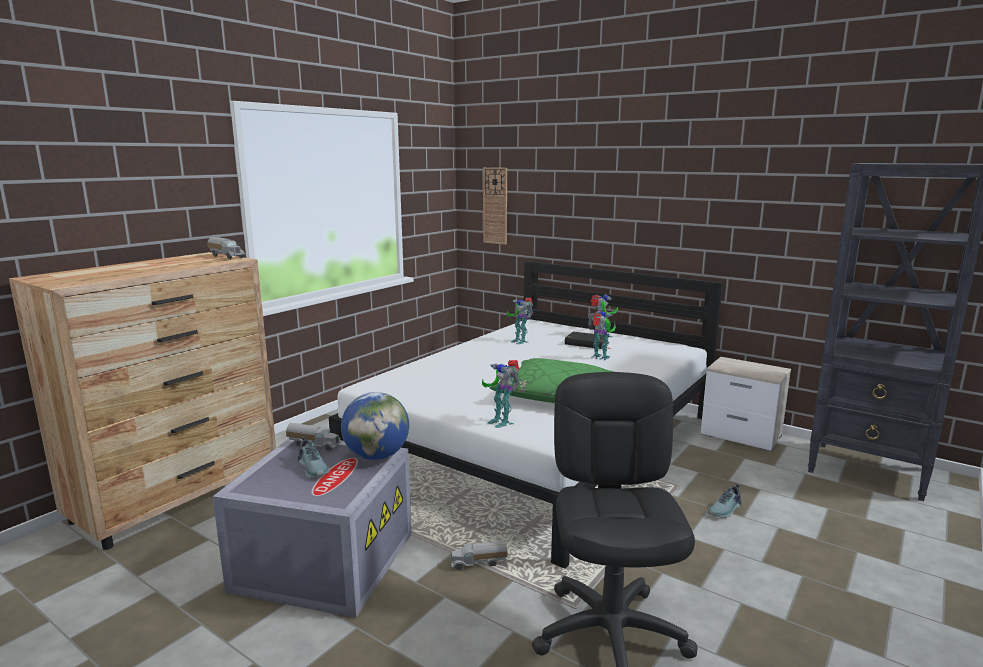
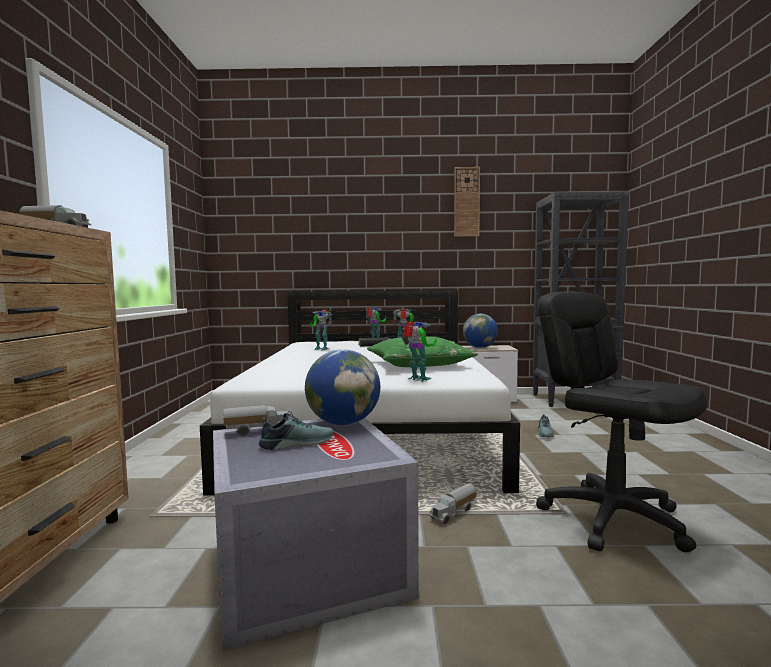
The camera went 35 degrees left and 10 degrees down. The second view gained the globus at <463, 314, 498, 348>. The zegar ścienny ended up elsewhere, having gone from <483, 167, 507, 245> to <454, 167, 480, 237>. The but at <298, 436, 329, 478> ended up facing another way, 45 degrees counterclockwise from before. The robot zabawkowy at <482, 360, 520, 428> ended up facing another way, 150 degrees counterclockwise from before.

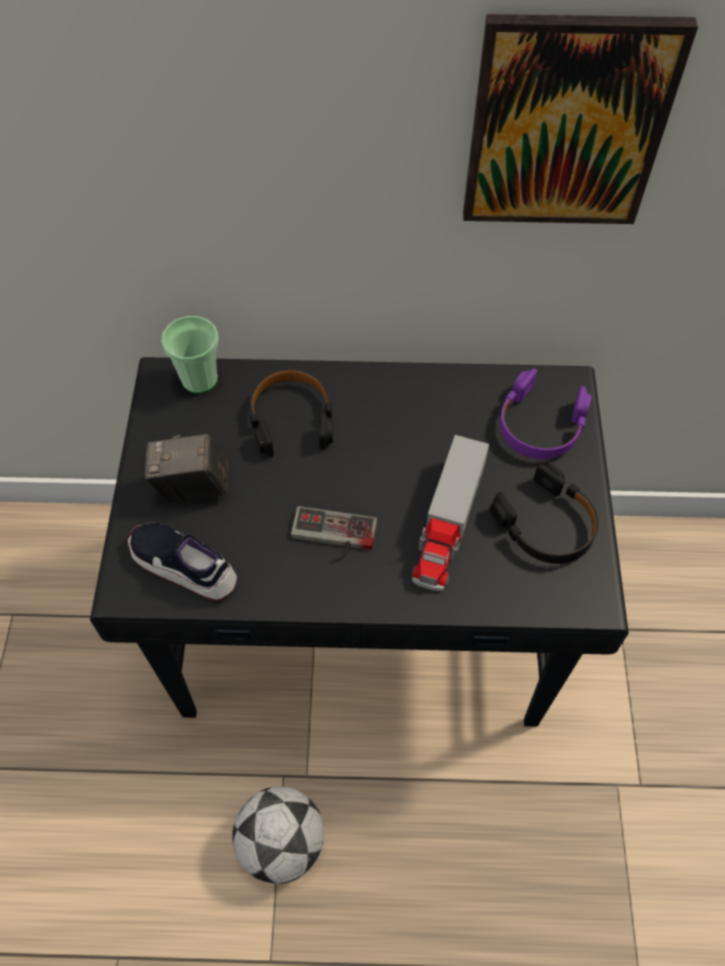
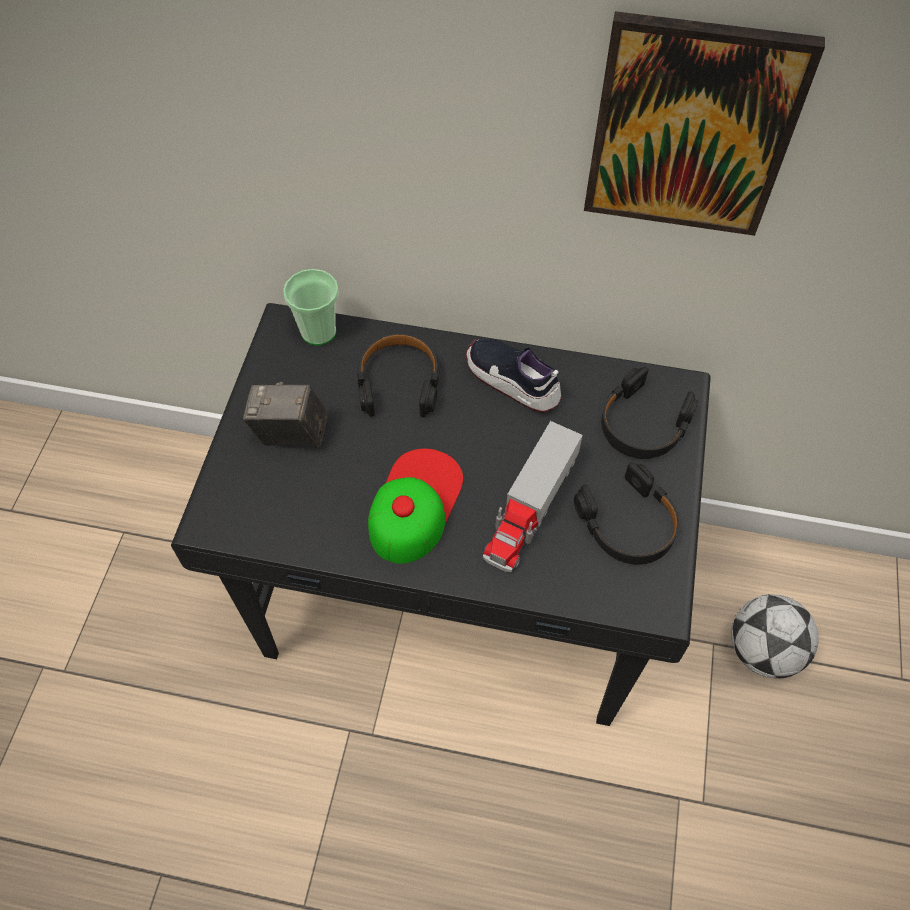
The camera went 10 degrees right and 0 degrees up. The but ended up elsewhere, having gone from <127, 523, 238, 601> to <466, 339, 562, 413>. The piłka futbolowa ended up elsewhere, having gone from <232, 786, 324, 884> to <731, 594, 819, 679>. Where the pad do gier stood at <291, 506, 377, 562>, the czapka z daszkiem came to stand at <368, 449, 463, 564>. What was the słuchawki (fioletowy) at <500, 368, 591, 459> turned into the słuchawki (czarny) at <601, 367, 699, 459>.

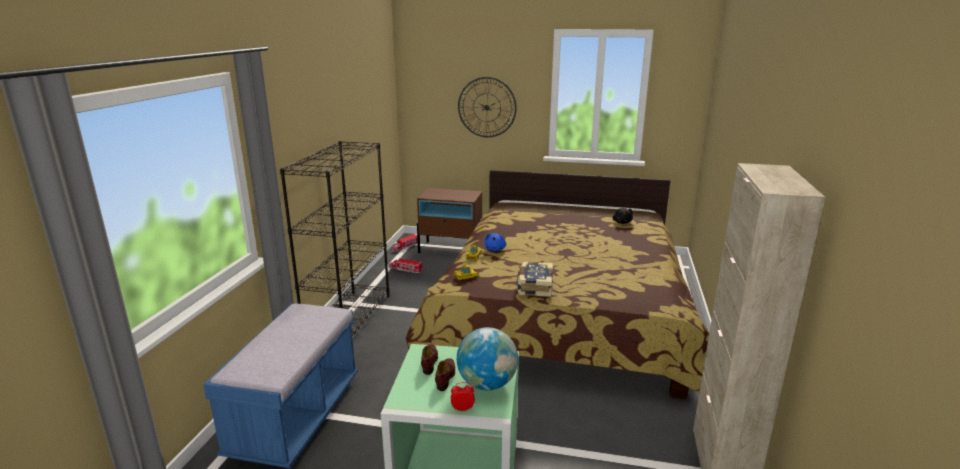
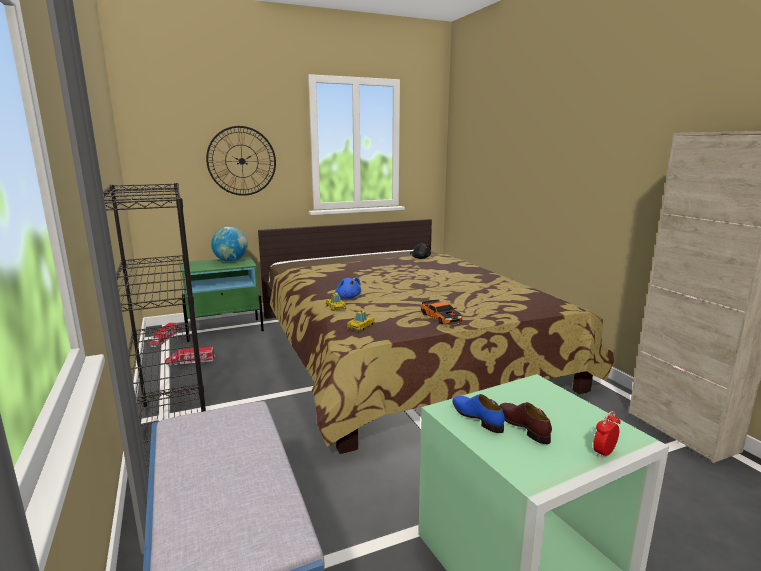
The camera went 35 degrees left and 5 degrees down. The globus ended up elsewhere, having gone from <457, 327, 518, 390> to <211, 227, 248, 262>. Where the książka stood at <517, 262, 553, 297>, the samochodzik came to stand at <421, 300, 463, 325>. What was the szafka nocna (brązowy) at <417, 188, 482, 253> turned into the szafka nocna (zielony) at <181, 257, 264, 342>. What was the but (brązowy) at <421, 344, 438, 375> turned into the but (niebieski) at <452, 394, 505, 433>.

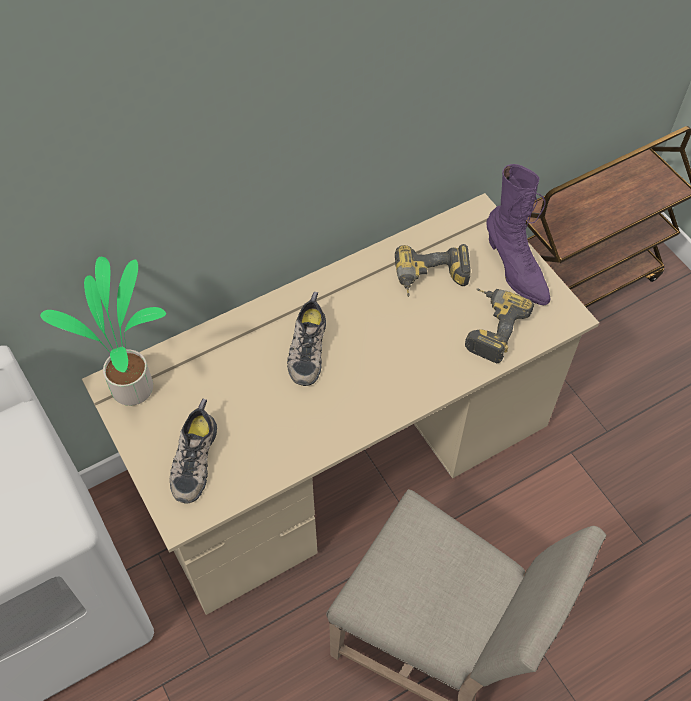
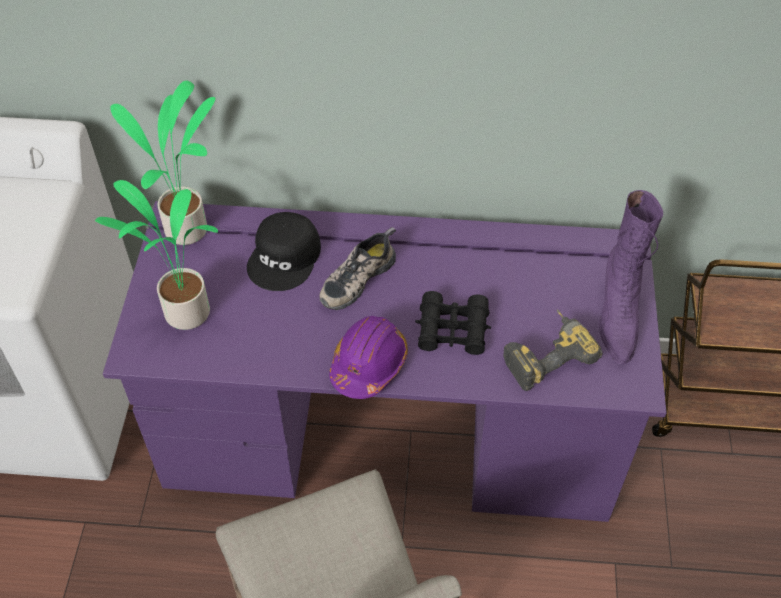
The camera went 35 degrees right and 5 degrees down. The second view lost the wiertarka at <395, 244, 471, 297>. The second view gained the czapka z daszkiem (czarny) at <247, 212, 321, 291>. The second view gained the kask (fioletowy) at <329, 316, 408, 399>. The second view gained the lornetka (czarny) at <415, 291, 491, 355>. Where the but stood at <170, 399, 217, 503>, the roślina doniczkowa came to stand at <95, 180, 218, 330>. What was the biurko (beżowy) at <82, 193, 599, 615> turned into the biurko (fioletowy) at <103, 201, 667, 522>.

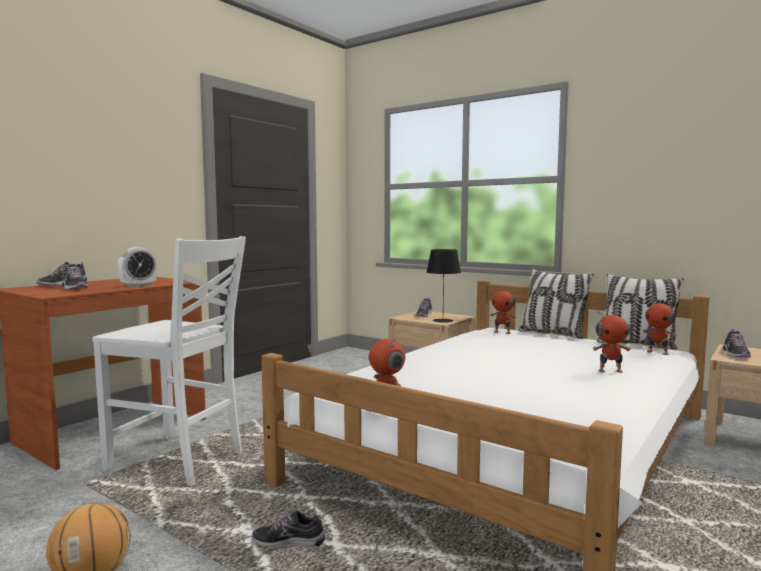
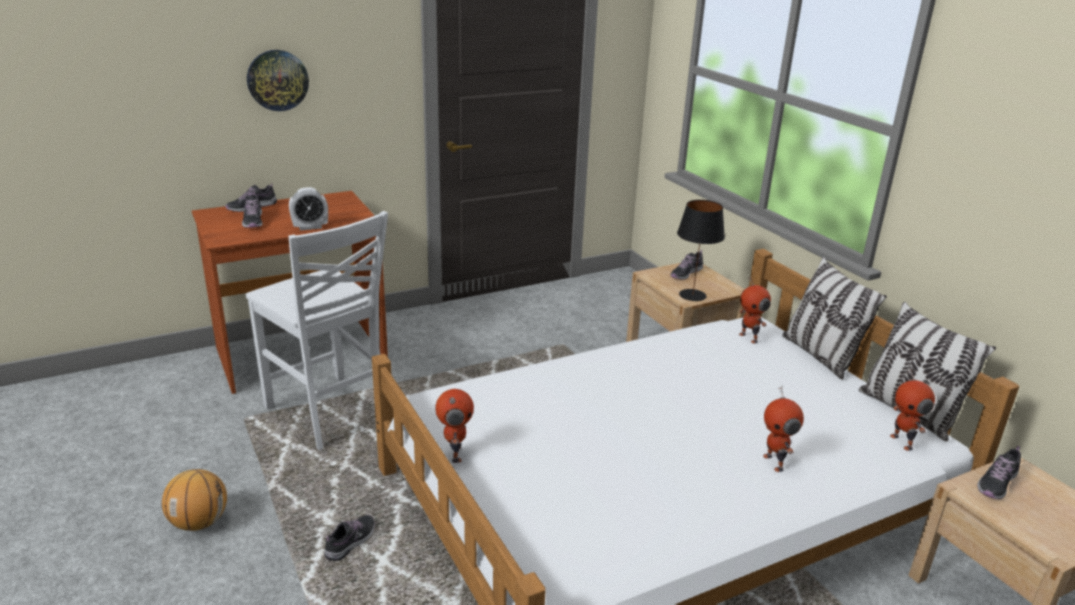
The camera went 25 degrees right and 20 degrees up. The second view gained the zegar ścienny at <247, 50, 309, 111>. The but at <252, 511, 325, 547> ended up facing another way, 90 degrees clockwise from before. The robot zabawkowy at <593, 311, 630, 373> ended up facing another way, 45 degrees clockwise from before.

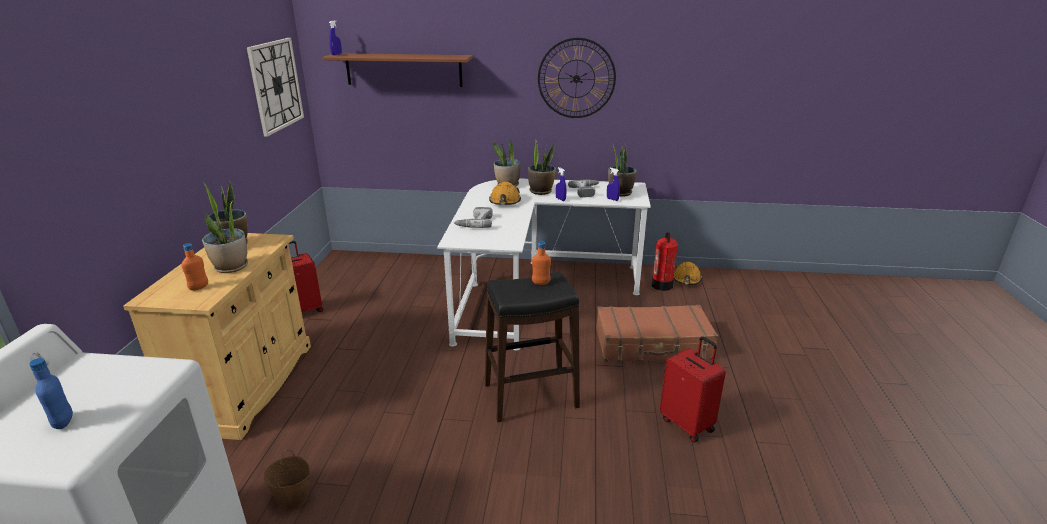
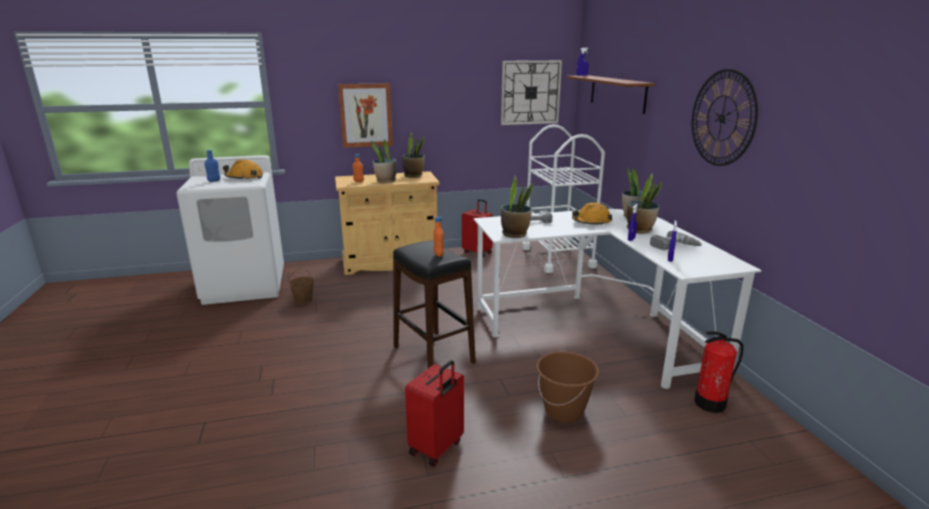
The camera went 70 degrees right and 5 degrees down. The second view gained the obraz at <338, 83, 393, 148>. The second view gained the wózek (biały) at <522, 124, 605, 273>. The roślina doniczkowa ended up elsewhere, having gone from <608, 142, 637, 197> to <501, 176, 533, 238>. The kask (pomarańczowy) ended up elsewhere, having gone from <674, 262, 702, 285> to <223, 160, 263, 180>. Where the walizka (brązowy) stood at <596, 305, 718, 362>, the wiadro (brązowy) came to stand at <536, 351, 599, 422>.

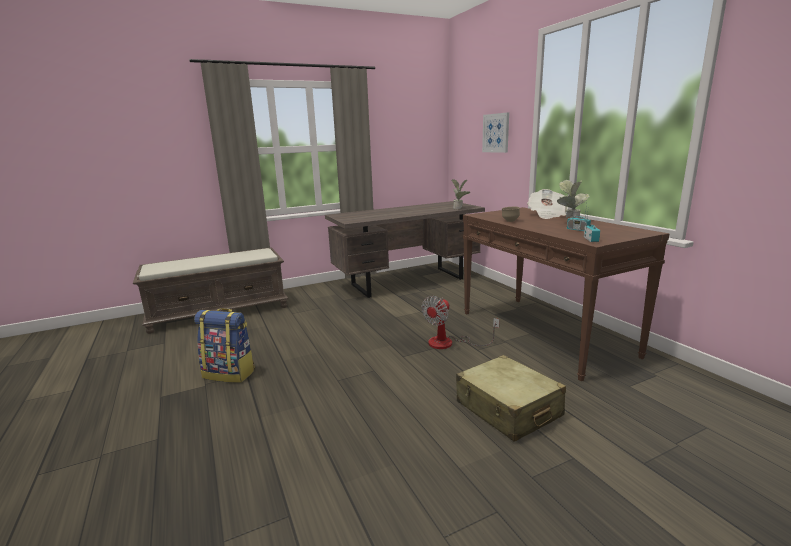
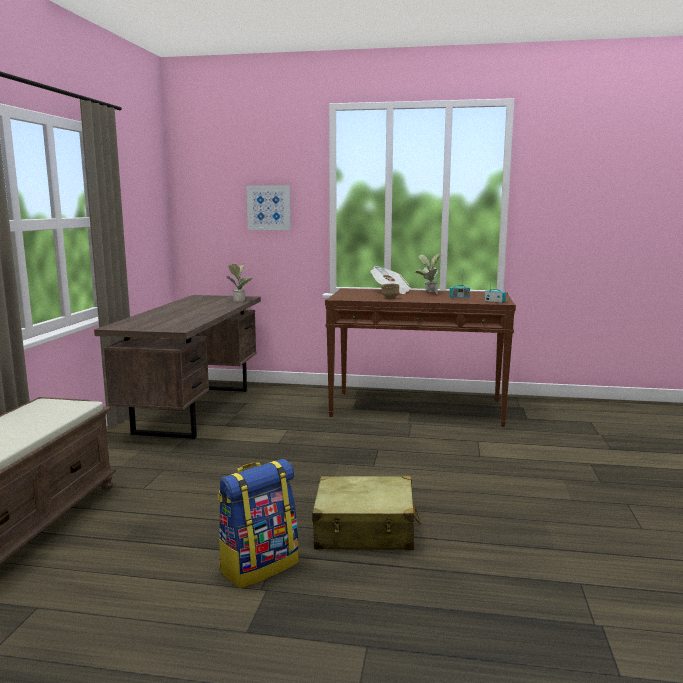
The camera went 55 degrees left and 5 degrees down. The second view lost the wentylator at <422, 296, 499, 349>. The walizka (beżowy) ended up elsewhere, having gone from <456, 355, 566, 442> to <312, 476, 421, 550>.

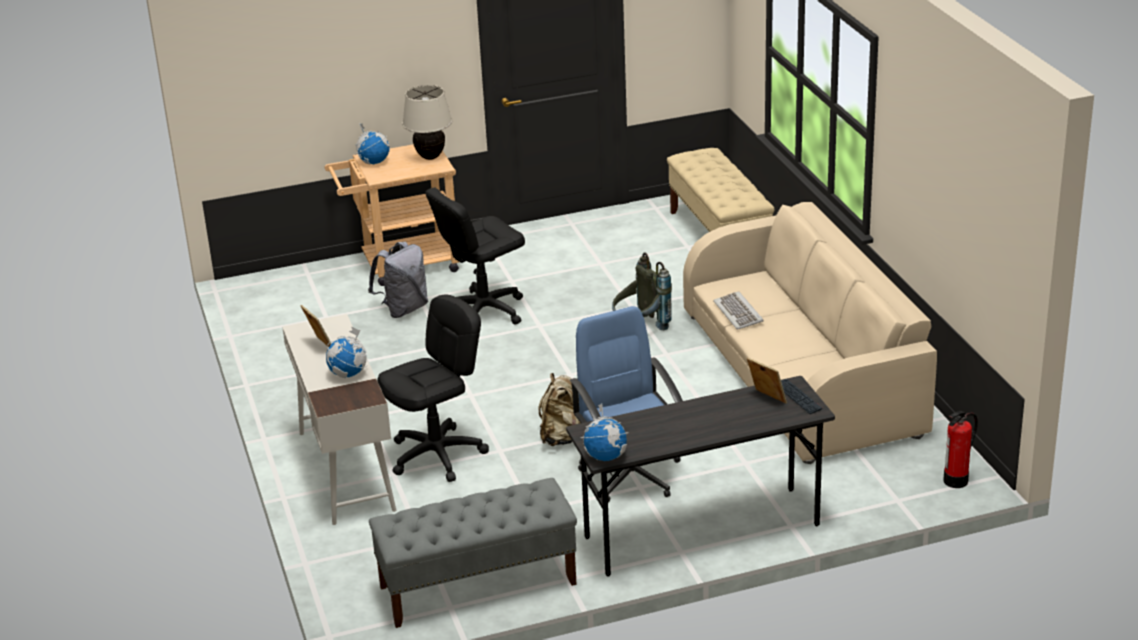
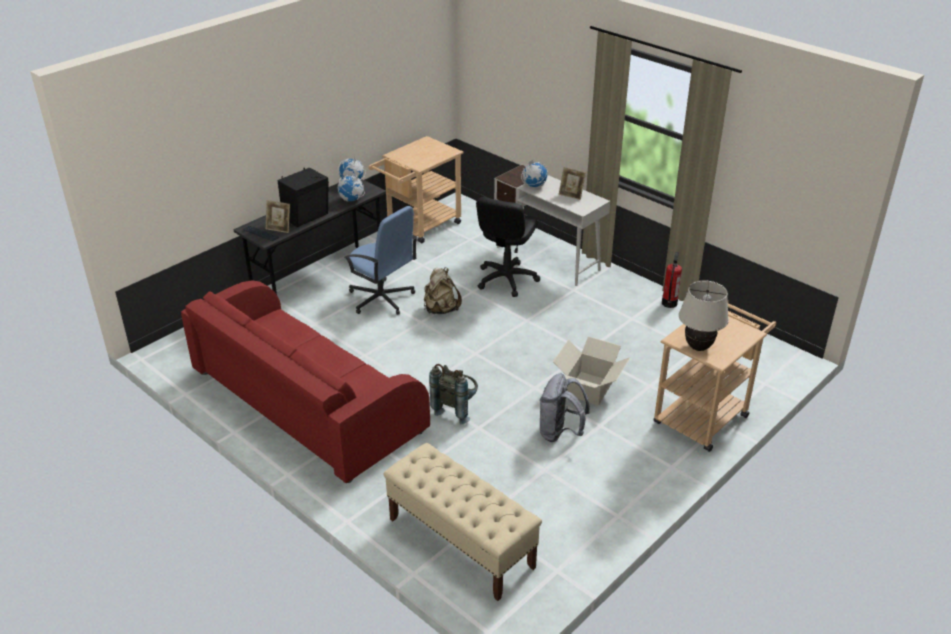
The camera went 150 degrees right and 5 degrees up. The second view lost the klawiatura at <713, 291, 764, 330>. The second view gained the głośnik (czarny) at <277, 167, 329, 227>. The globus ended up elsewhere, having gone from <355, 123, 390, 164> to <338, 170, 364, 202>. The plecak (szary) ended up elsewhere, having gone from <368, 242, 428, 318> to <540, 374, 590, 442>. The gaśnica ended up elsewhere, having gone from <943, 411, 978, 488> to <662, 252, 682, 308>. Where the ławka (szary) stood at <369, 478, 577, 628>, the wózek (beżowy) came to stand at <369, 136, 464, 243>. Where the krzesło biurowe (czarny) stood at <425, 187, 525, 324>, the karton came to stand at <553, 336, 630, 405>. What was the kanapa (beżowy) at <683, 202, 937, 464> turned into the kanapa (czerwony) at <181, 280, 430, 483>.

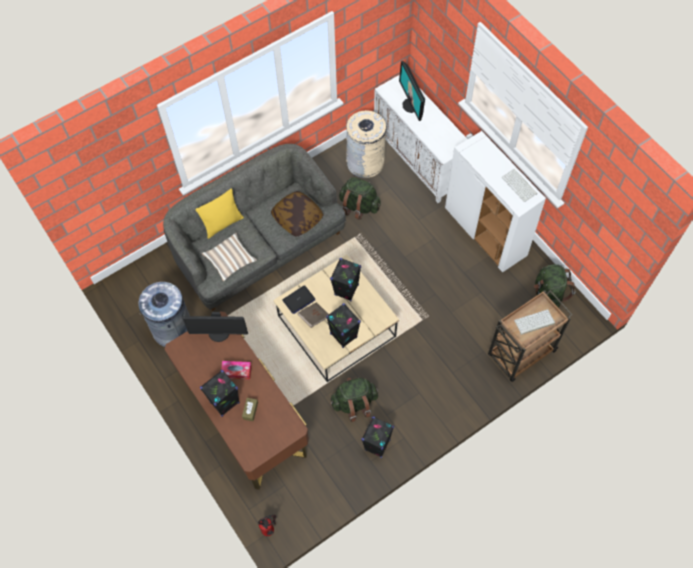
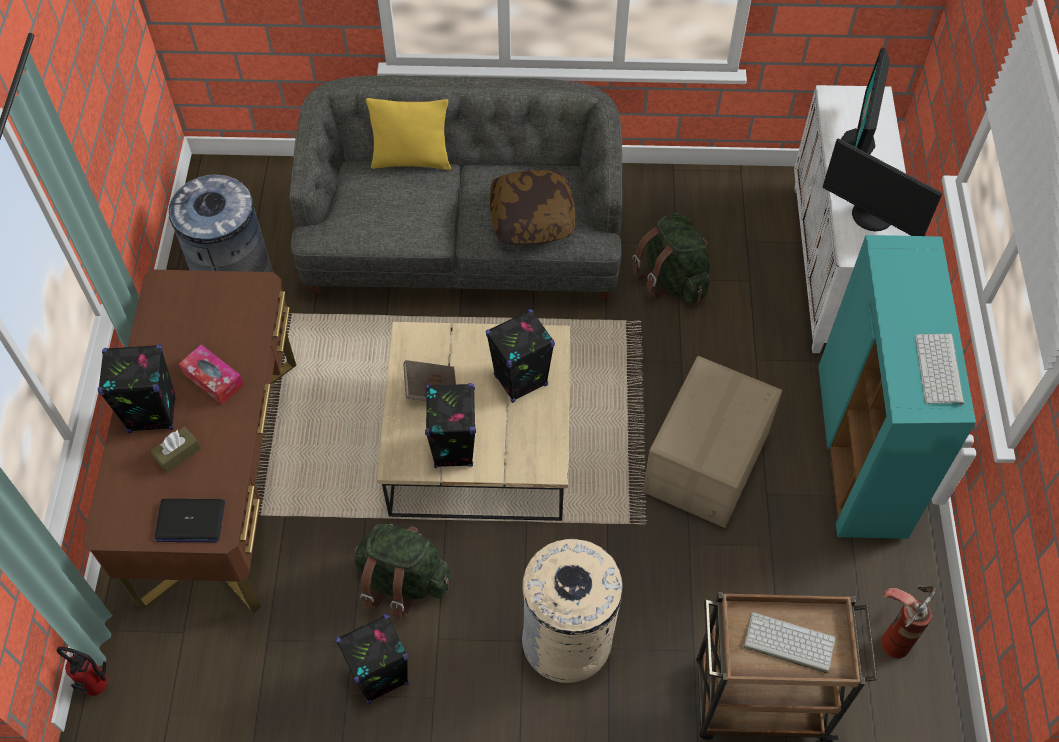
The camera went 35 degrees right and 5 degrees down. The second view lost the poduszka at <202, 233, 257, 282>. The second view gained the karton at <643, 356, 782, 528>. The monitor ended up elsewhere, having gone from <182, 312, 248, 342> to <823, 139, 942, 236>. The laptop ended up elsewhere, having gone from <282, 285, 315, 314> to <155, 499, 225, 542>. The kosz na śmieci (beżowy) ended up elsewhere, having gone from <346, 110, 386, 178> to <522, 539, 623, 683>. Where the plecak (zielony) stood at <534, 264, 575, 308>, the gaśnica came to stand at <881, 585, 936, 658>. What was the szafka (biały) at <445, 131, 546, 272> turned into the szafka (turkusowy) at <818, 235, 976, 539>.

